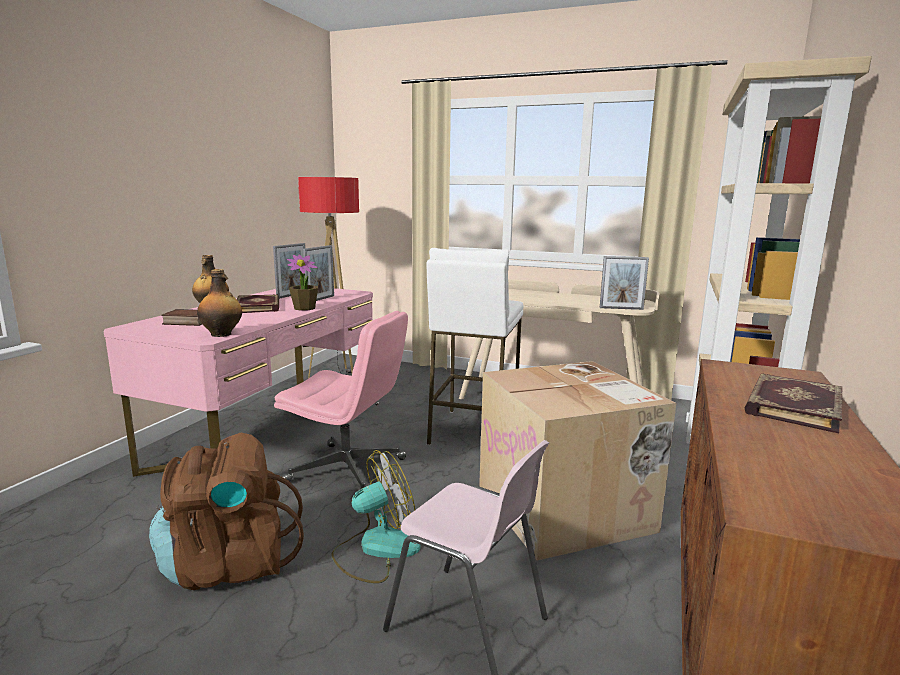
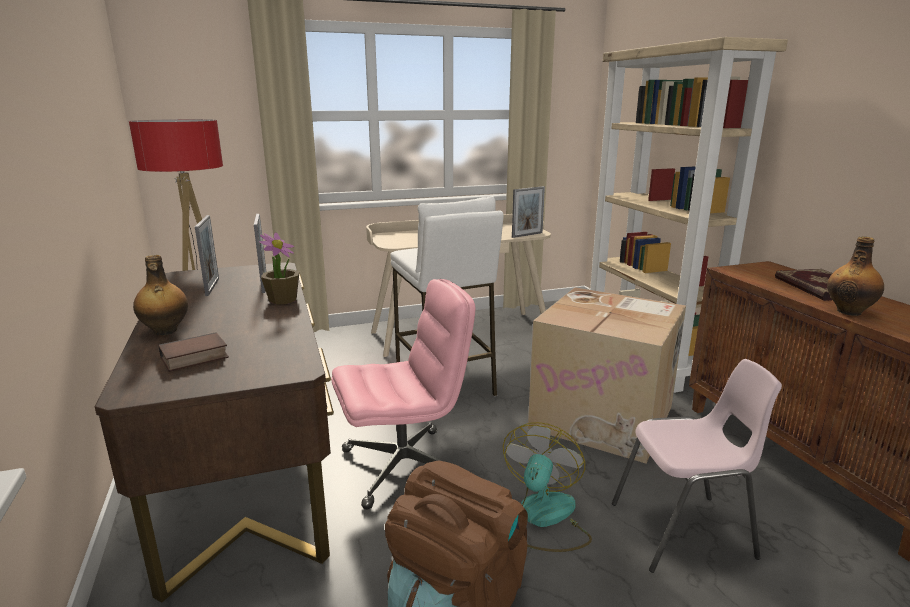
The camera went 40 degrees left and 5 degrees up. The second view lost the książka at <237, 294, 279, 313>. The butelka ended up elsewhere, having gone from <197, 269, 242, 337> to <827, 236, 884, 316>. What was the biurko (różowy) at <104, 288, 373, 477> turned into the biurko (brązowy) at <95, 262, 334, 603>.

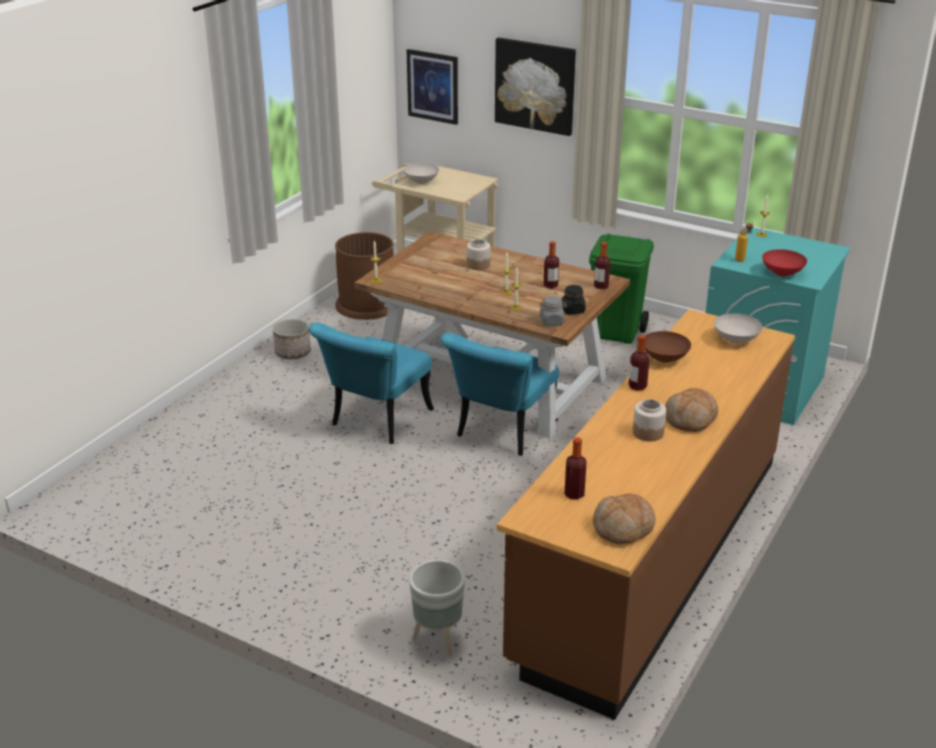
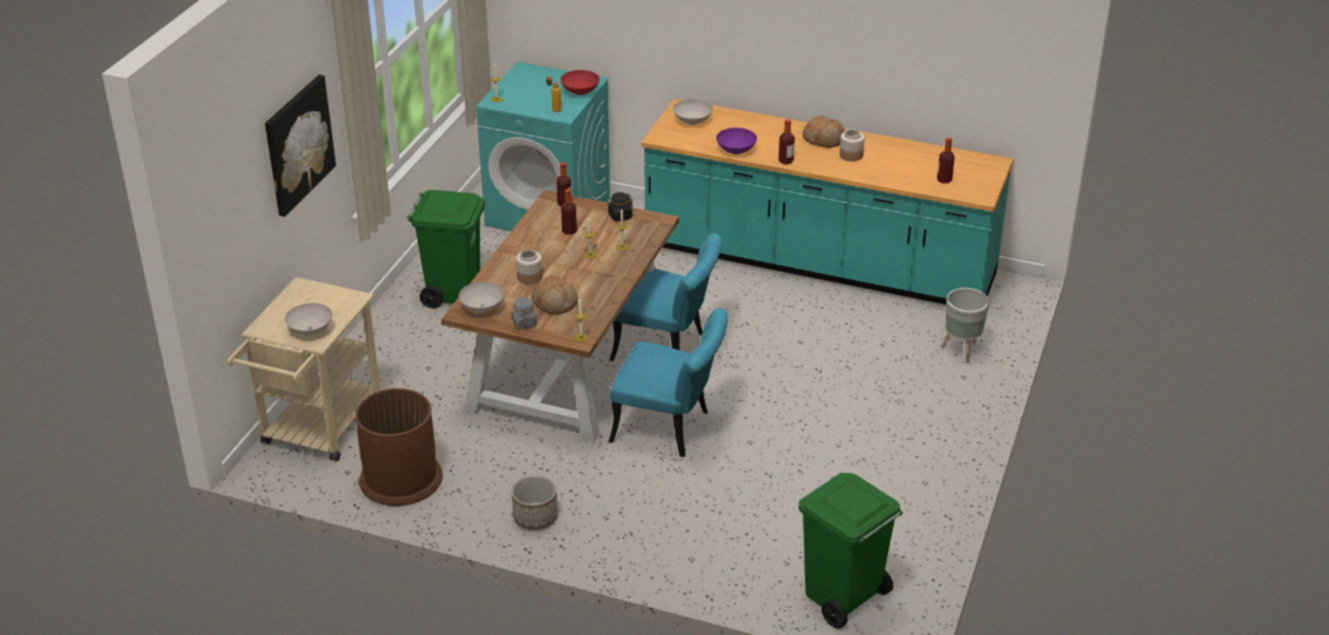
The camera went 100 degrees left and 5 degrees up. The second view lost the obraz at <407, 49, 458, 125>. The second view gained the miska (biały) at <459, 282, 504, 313>. The second view gained the kosz na śmieci (zielony) at <799, 473, 903, 629>. The słoik (szary) ended up elsewhere, having gone from <539, 296, 567, 326> to <511, 297, 537, 329>. The chleb ended up elsewhere, having gone from <593, 493, 656, 544> to <531, 275, 578, 314>. What was the zabudowa kuchenna (brązowy) at <497, 309, 795, 720> turned into the zabudowa kuchenna (turkusowy) at <641, 99, 1014, 305>. What was the miska (brązowy) at <645, 331, 691, 363> turned into the miska (fioletowy) at <716, 128, 757, 154>.

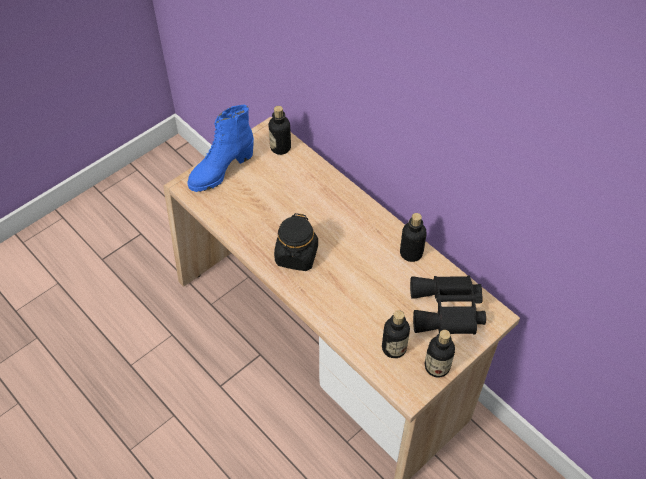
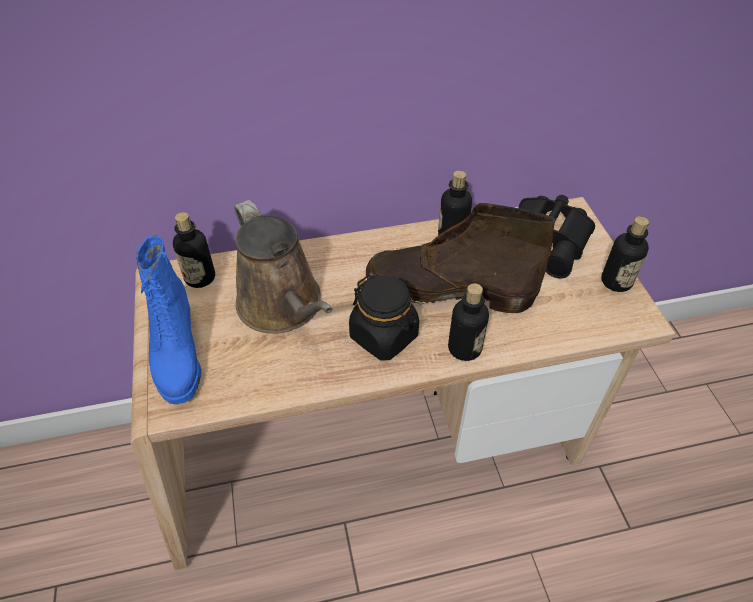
The camera went 60 degrees left and 5 degrees down. The second view gained the konewka (brązowy) at <234, 200, 333, 334>. The second view gained the but z cholewką (brązowy) at <366, 203, 556, 313>. The butelka ended up elsewhere, having gone from <382, 310, 410, 358> to <448, 283, 489, 361>.

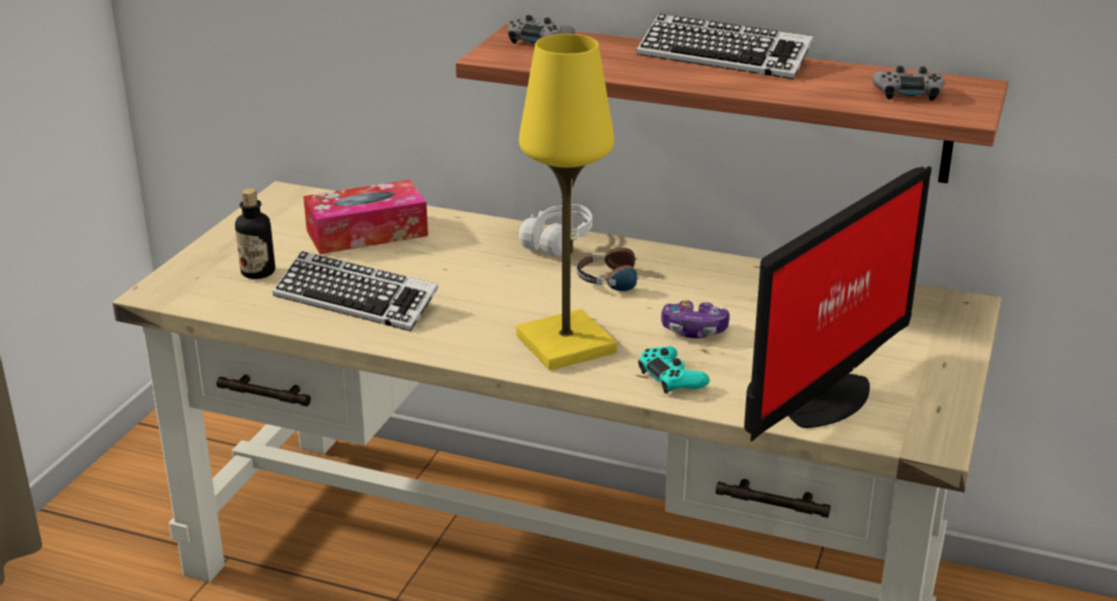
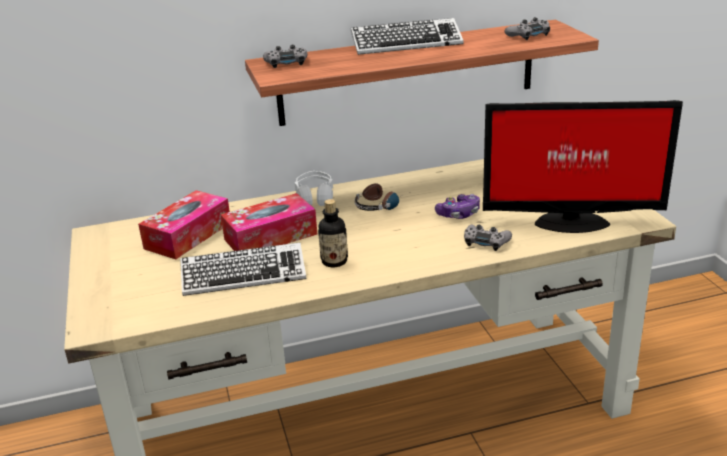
The camera went 35 degrees left and 0 degrees up. The second view lost the lampa stołowa (żółty) at <516, 34, 617, 370>. The second view gained the pudełko chusteczek at <221, 193, 317, 251>. The butelka ended up elsewhere, having gone from <235, 188, 275, 279> to <318, 199, 348, 267>. What was the pad do gier (turkusowy) at <638, 346, 710, 394> turned into the pad do gier (szary) at <464, 224, 512, 251>. The monitor at <744, 166, 932, 442> ended up facing another way, 90 degrees clockwise from before.

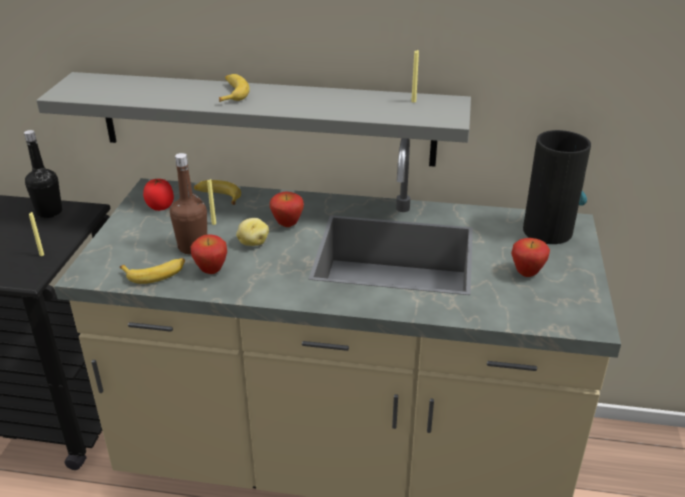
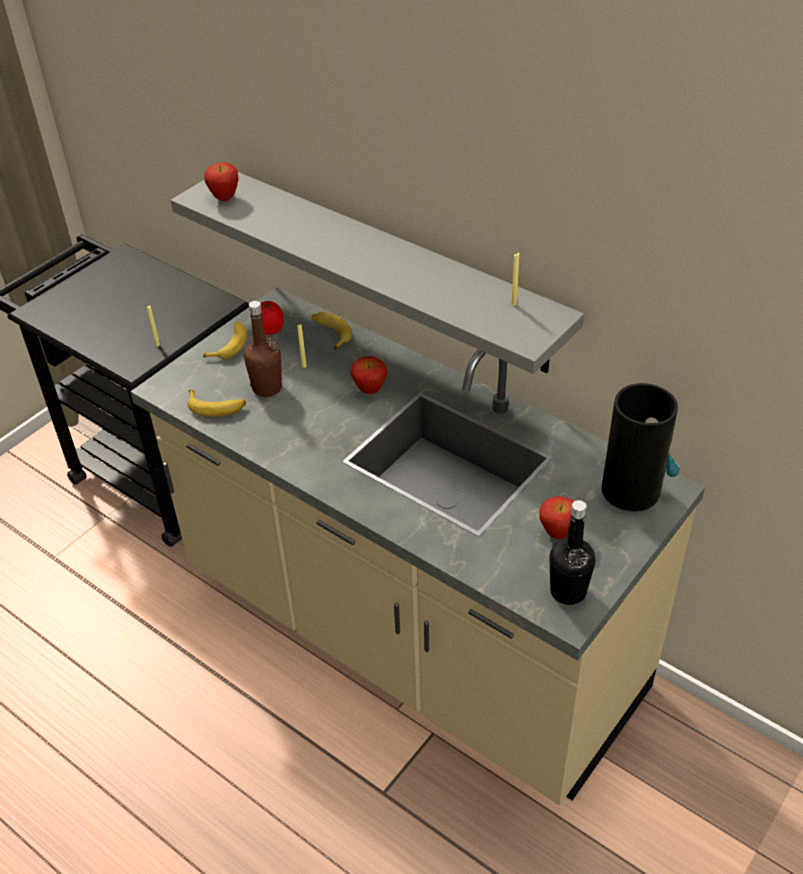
The camera went 30 degrees right and 10 degrees up. The second view lost the ziemniak at <236, 218, 269, 246>. The butelka (czarny) ended up elsewhere, having gone from <24, 130, 62, 218> to <550, 500, 595, 605>. The jabłko ended up elsewhere, having gone from <191, 234, 227, 274> to <204, 162, 238, 201>. The banan ended up elsewhere, having gone from <219, 74, 250, 102> to <203, 322, 247, 359>.

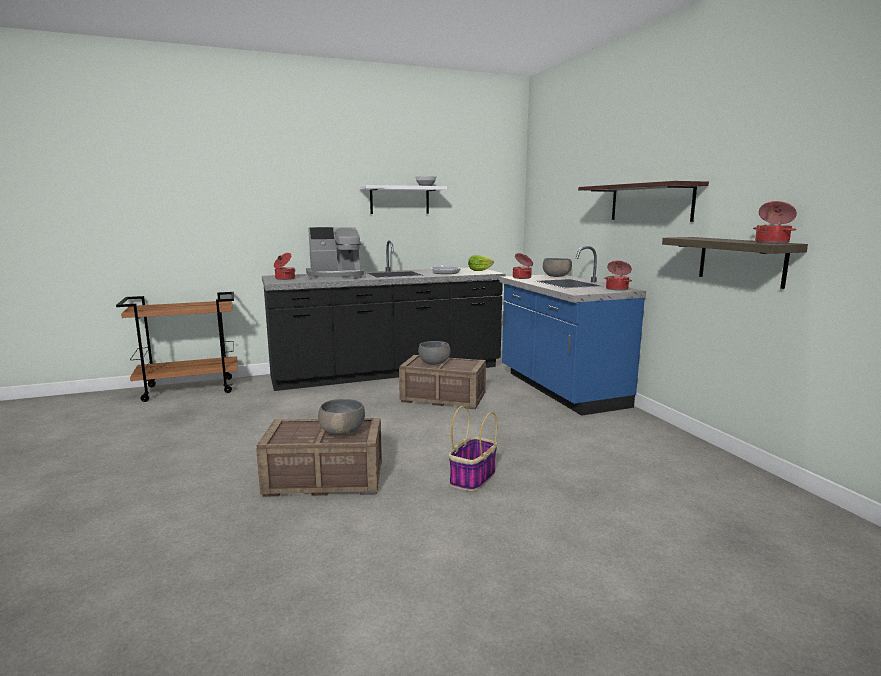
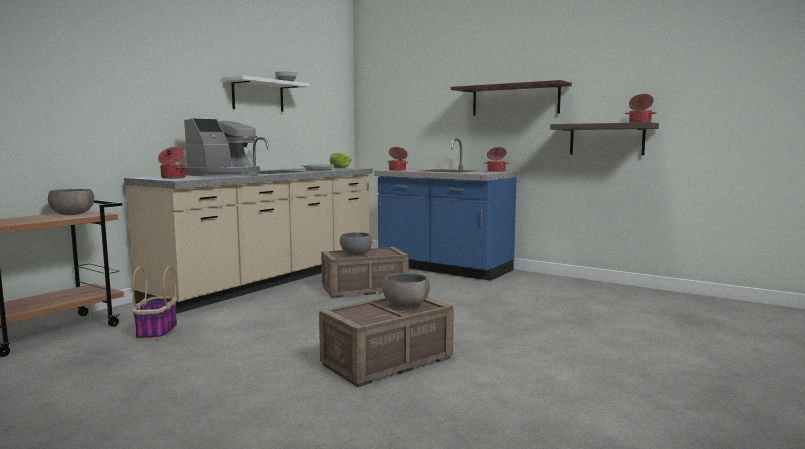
The camera went 35 degrees left and 5 degrees down. The koszyk ended up elsewhere, having gone from <449, 406, 497, 491> to <132, 266, 177, 340>. The miska (szary) ended up elsewhere, having gone from <543, 258, 572, 277> to <48, 189, 94, 215>. What was the zabudowa kuchenna (czarny) at <262, 240, 506, 391> turned into the zabudowa kuchenna (beżowy) at <124, 137, 373, 314>.

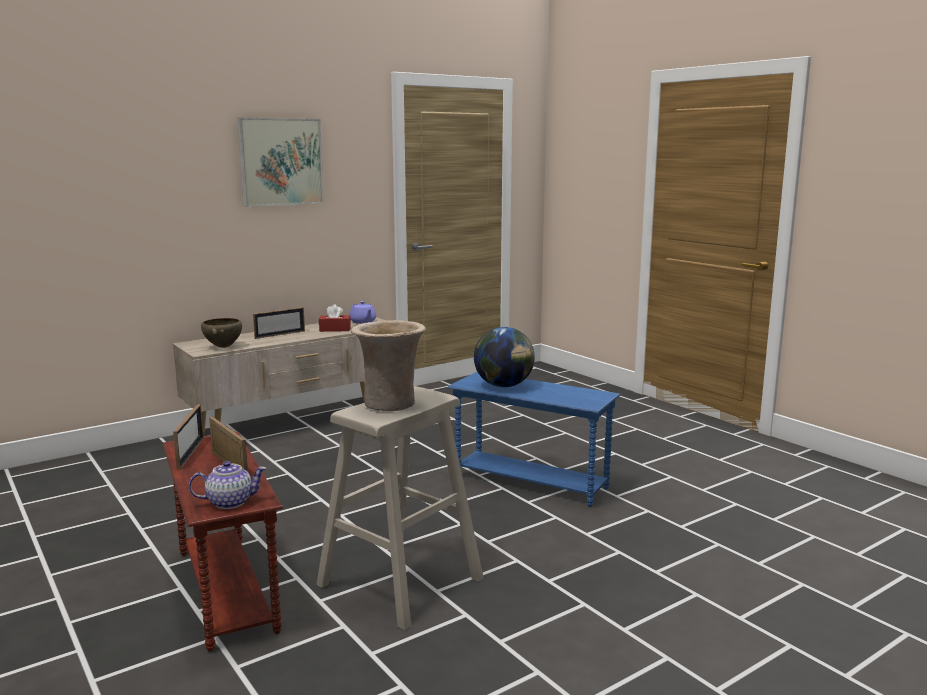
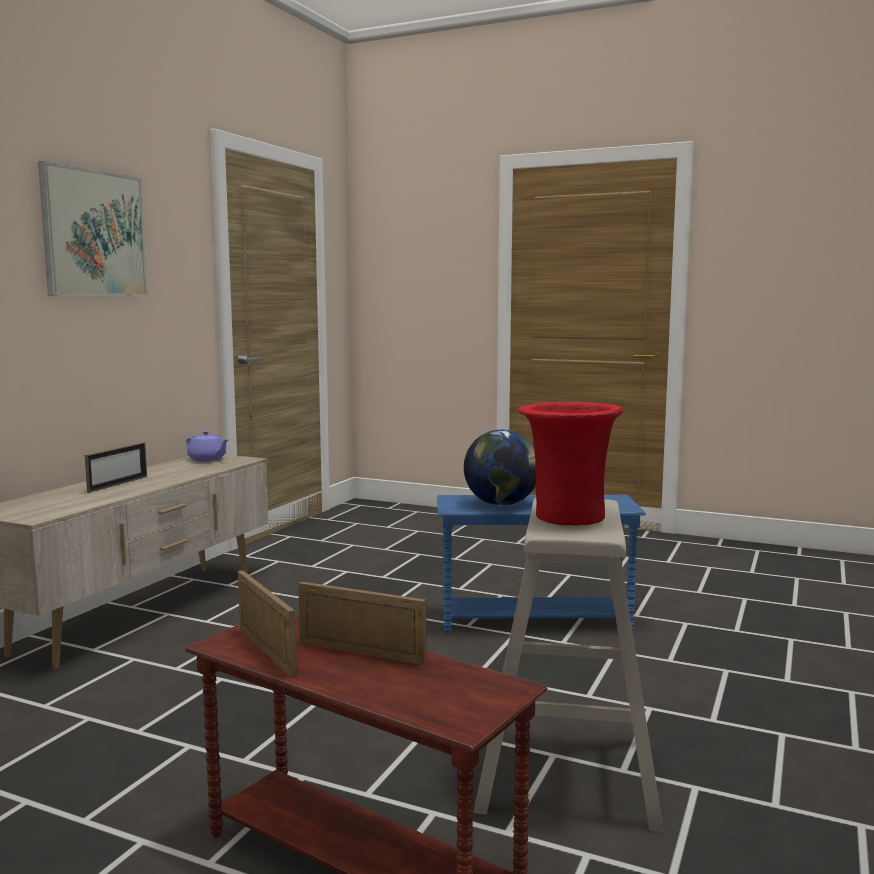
The camera went 30 degrees left and 5 degrees down. The second view lost the imbryk at <189, 461, 267, 509>. The second view lost the miska (brązowy) at <201, 318, 242, 348>. The second view lost the pudełko chusteczek (czerwony) at <319, 304, 351, 332>. What was the wazon (beżowy) at <351, 320, 426, 411> turned into the wazon (czerwony) at <518, 402, 623, 525>.

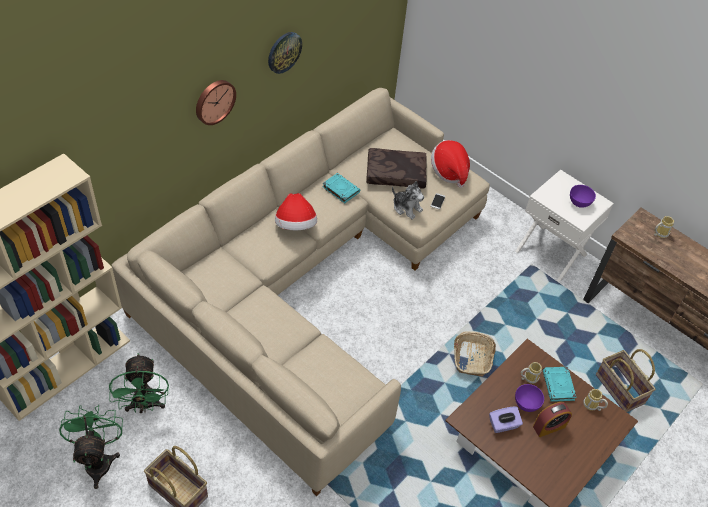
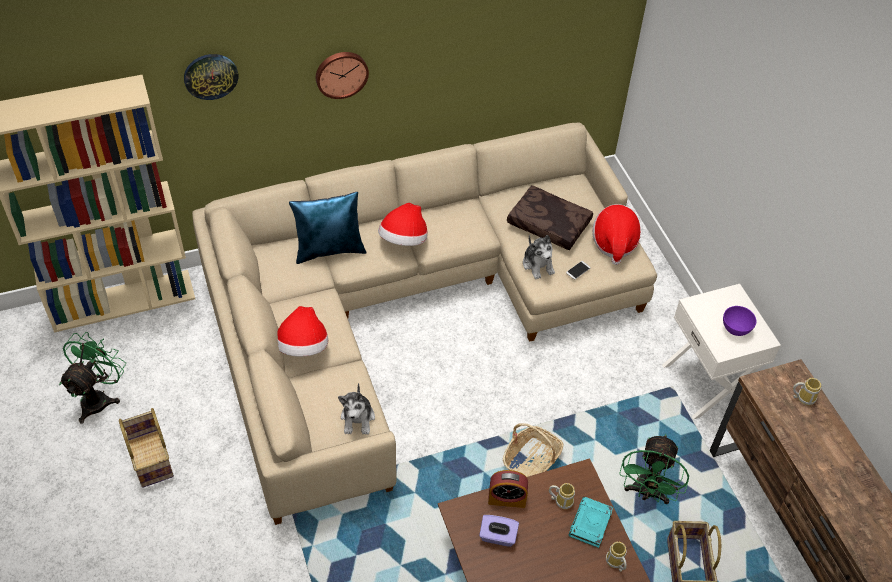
The camera went 30 degrees right and 0 degrees up. The second view lost the książka (turkusowy) at <322, 173, 360, 203>. The second view lost the miska (fioletowy) at <515, 384, 544, 412>. The second view gained the kapelusz at <277, 306, 328, 357>. The second view gained the poduszka (niebieski) at <289, 192, 367, 264>. The second view gained the pluszak at <338, 383, 375, 435>. The wentylator (zielony) ended up elsewhere, having gone from <109, 353, 169, 413> to <619, 434, 689, 504>. The zegar ścienny ended up elsewhere, having gone from <268, 32, 302, 74> to <184, 54, 238, 100>. The budzik ended up elsewhere, having gone from <533, 402, 572, 437> to <488, 470, 528, 508>.

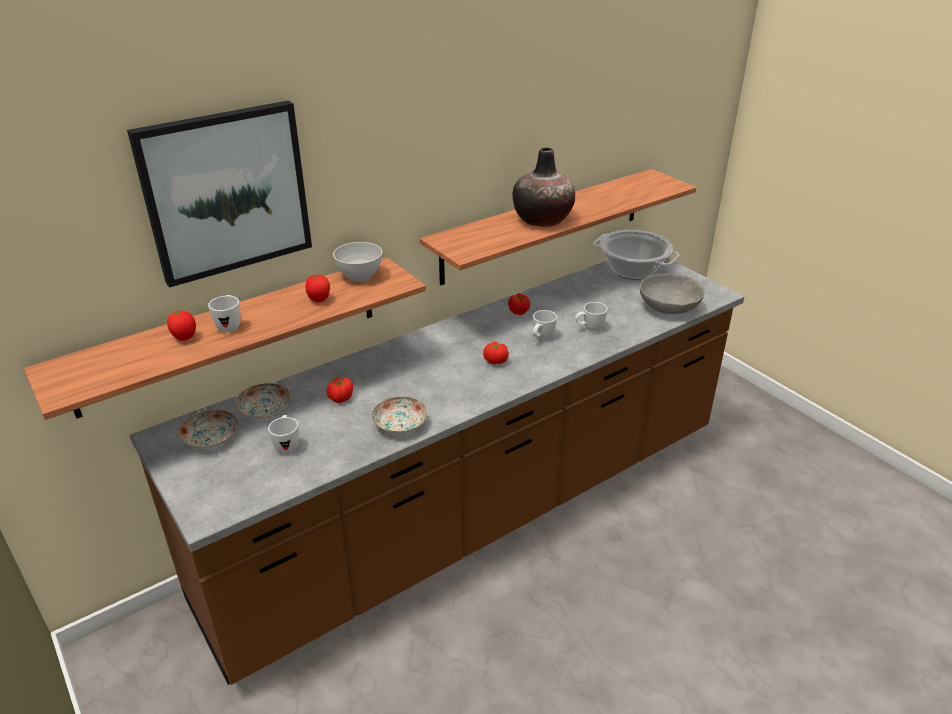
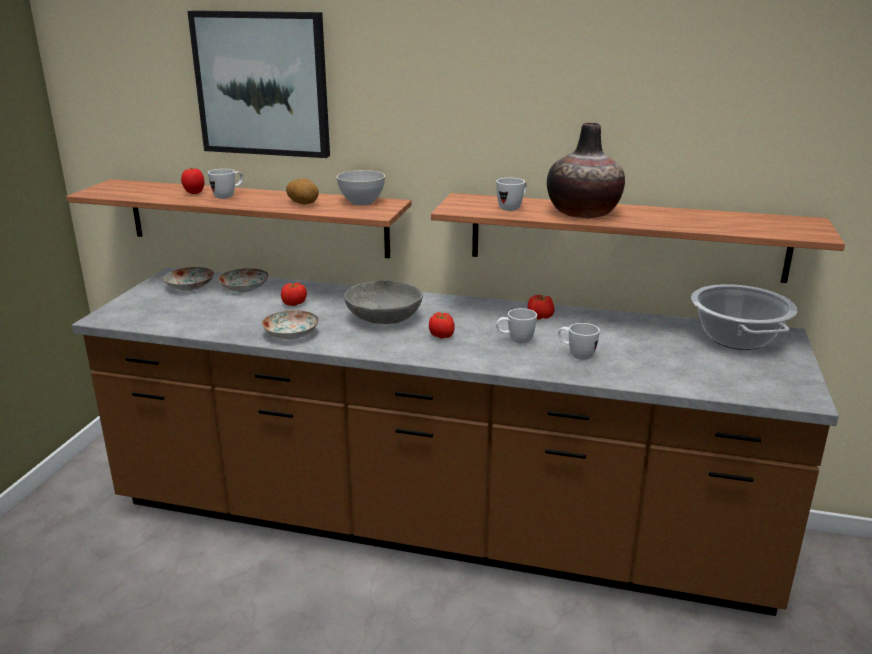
The camera went 50 degrees right and 10 degrees down. The kubek (biały) ended up elsewhere, having gone from <268, 415, 299, 454> to <496, 178, 527, 211>. The miska (szary) ended up elsewhere, having gone from <640, 274, 704, 314> to <344, 280, 423, 324>. Where the pomidor stood at <305, 274, 330, 303>, the ziemniak came to stand at <286, 179, 319, 205>.

